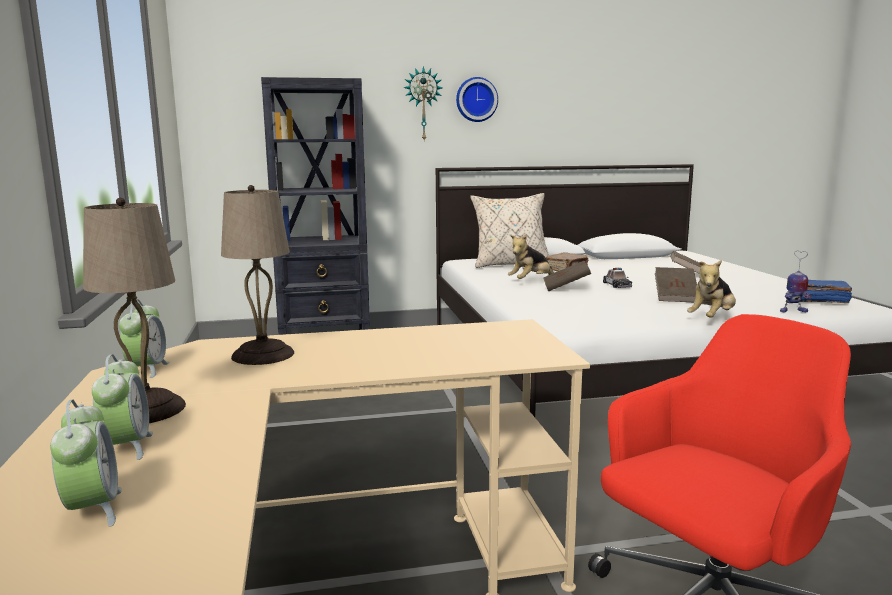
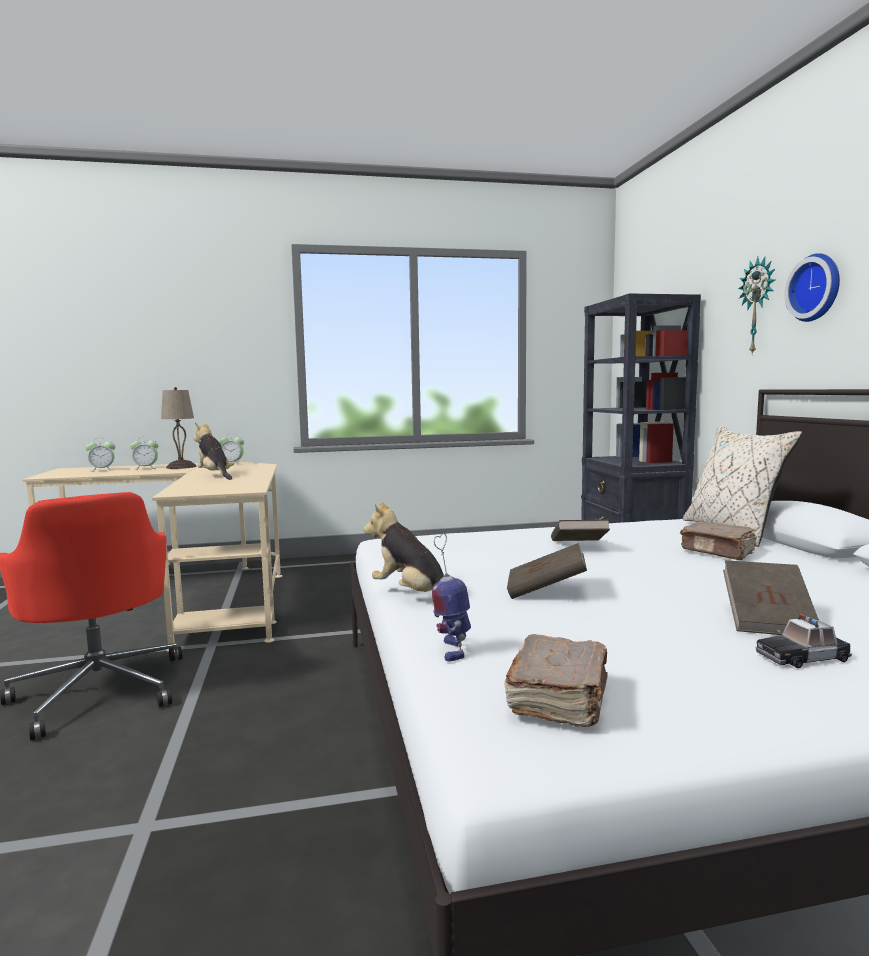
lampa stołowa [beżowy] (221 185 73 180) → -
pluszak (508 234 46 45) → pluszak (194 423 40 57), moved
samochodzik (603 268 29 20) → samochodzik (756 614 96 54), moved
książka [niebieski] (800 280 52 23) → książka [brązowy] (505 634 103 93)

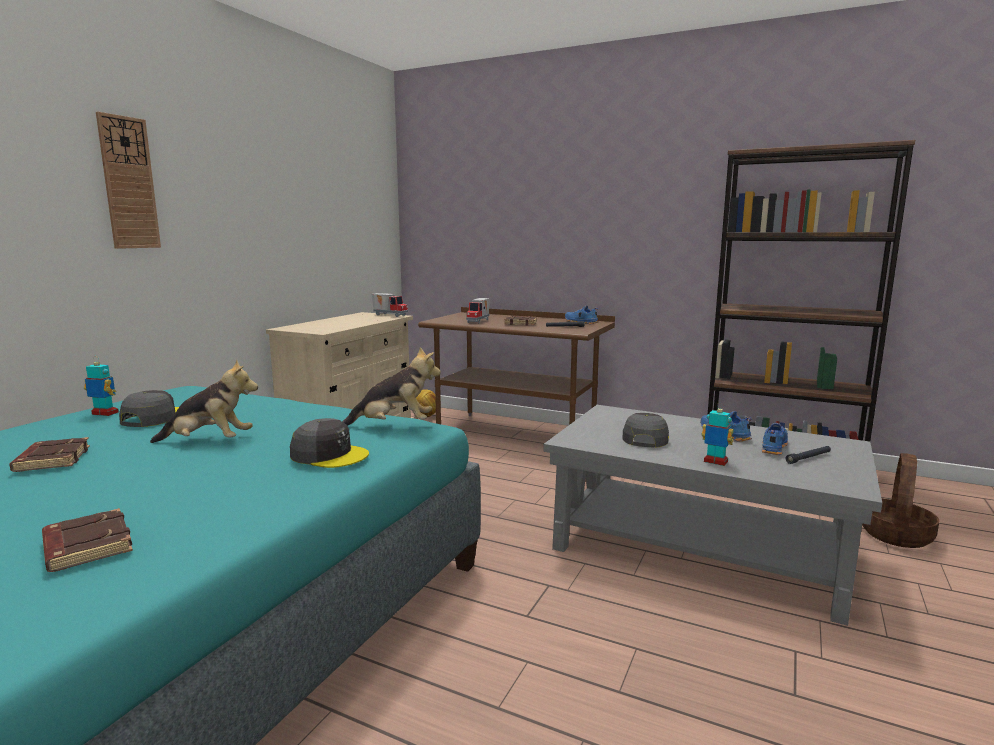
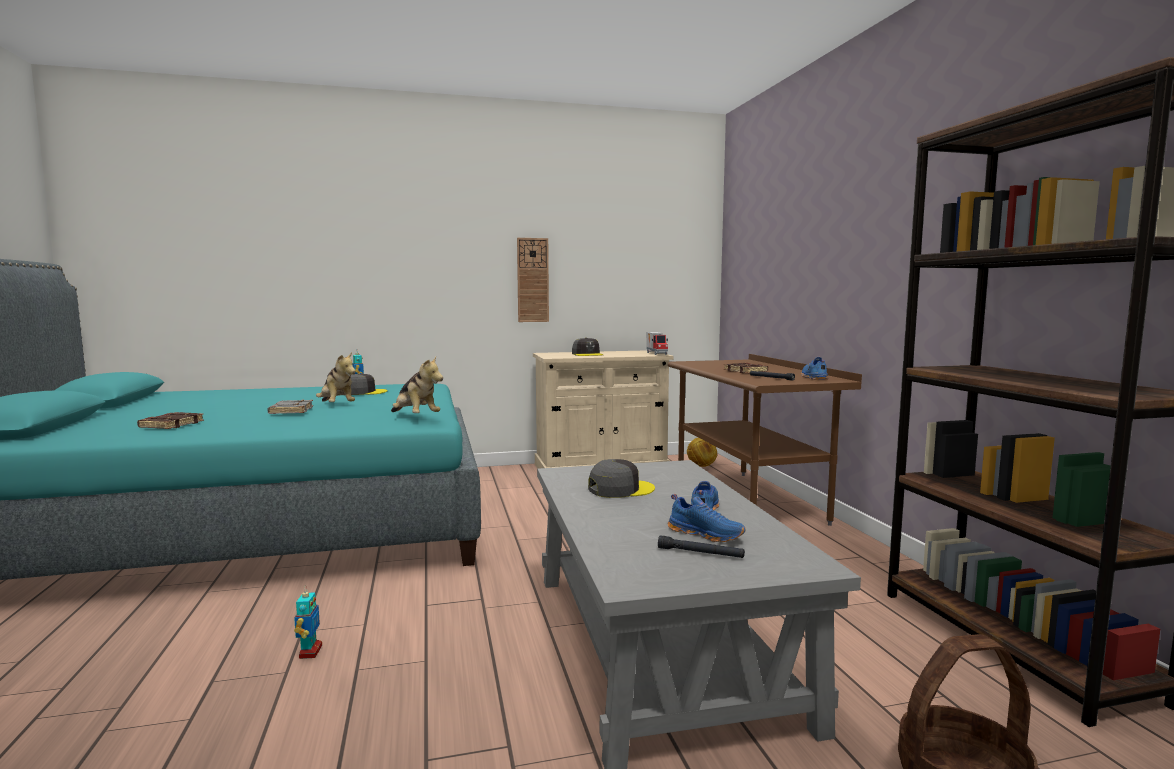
książka [brązowy] (9 437 81 35) → -
ciężarówka zabawkowa (466 298 23 26) → -
- → książka [szary] (268 399 45 15)
zegar ścienny (96 112 65 137) → zegar ścienny (517 238 32 84), moved
czapka z daszkiem [szary] (290 418 79 50) → czapka z daszkiem [szary] (572 337 31 19), moved
robot zabawkowy (702 404 32 62) → robot zabawkowy (294 587 28 72), moved
but [niebieski] (762 423 26 32) → but [niebieski] (668 494 77 48), 45 degrees clockwise

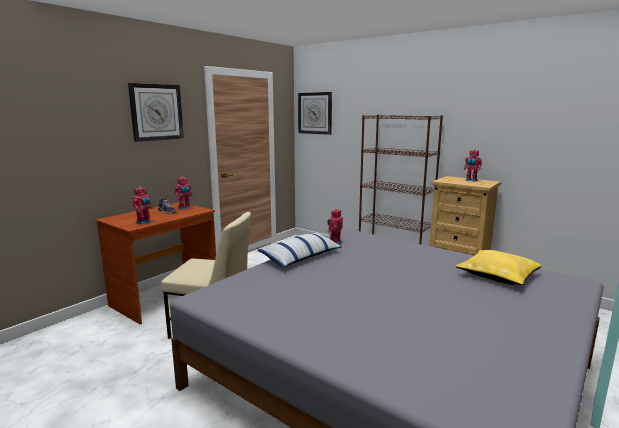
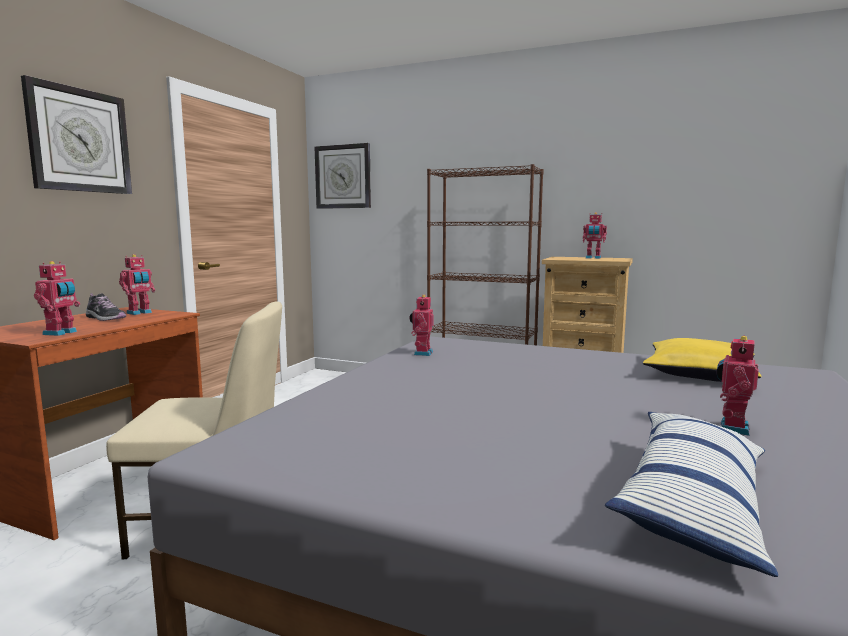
- → robot zabawkowy (716 335 43 101)
poduszka (257 232 84 35) → poduszka (605 412 173 165), moved

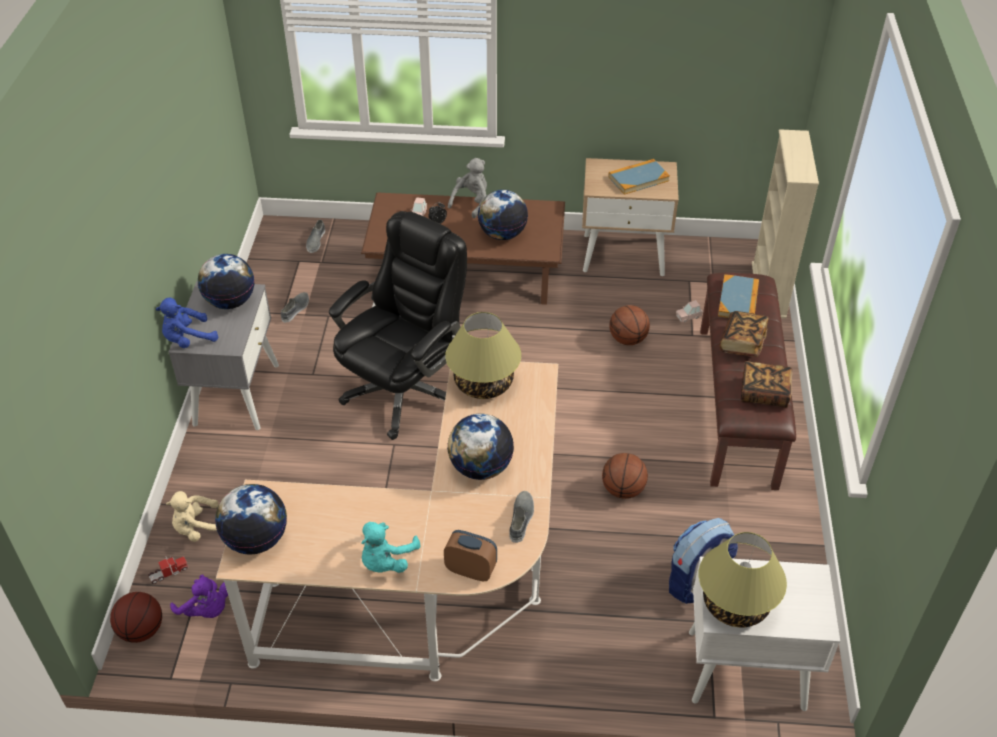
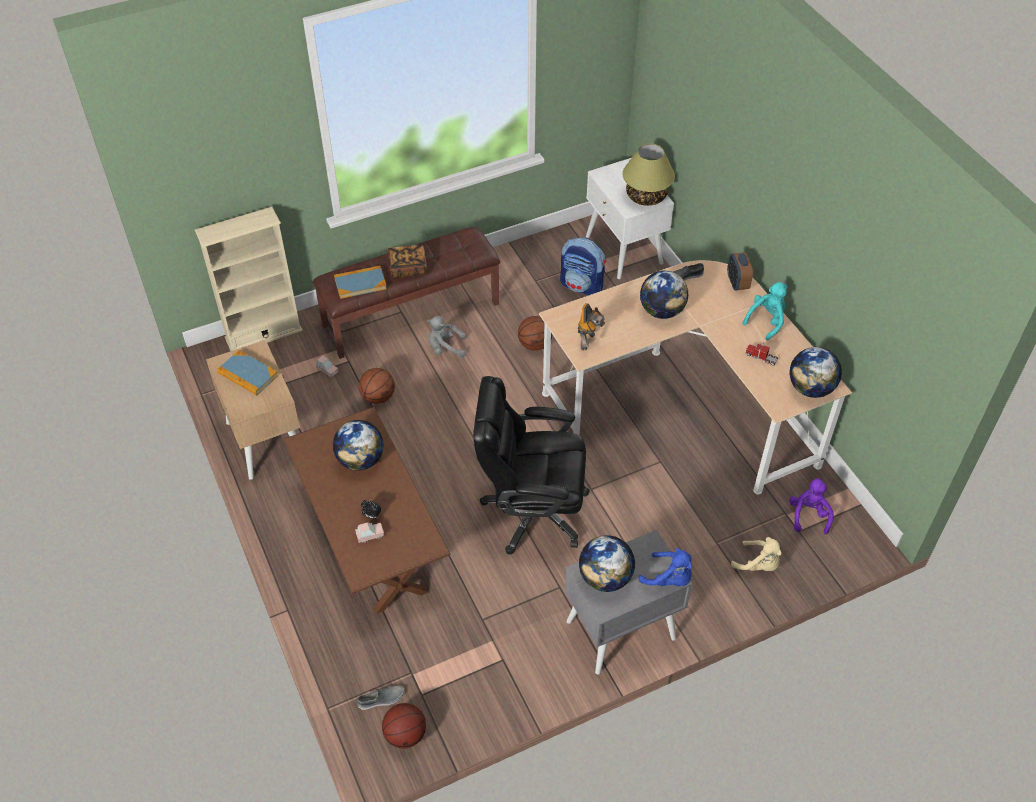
but [szary] (281 292 28 31) → -
książka (741 361 51 47) → -
piłka do koszykówki (110 592 52 51) → piłka do koszykówki (382 703 44 46), moved
ciężarówka zabawkowa (148 556 41 28) → ciężarówka zabawkowa (745 343 33 23), moved
pluszak [szary] (448 158 39 60) → pluszak [szary] (427 316 39 42), moved
lampa stołowa (445 312 76 87) → robot zabawkowy (577 303 28 47)
pluszak [turkusowy] (361 522 60 51) → pluszak [turkusowy] (742 282 46 58), 45 degrees counterclockwise

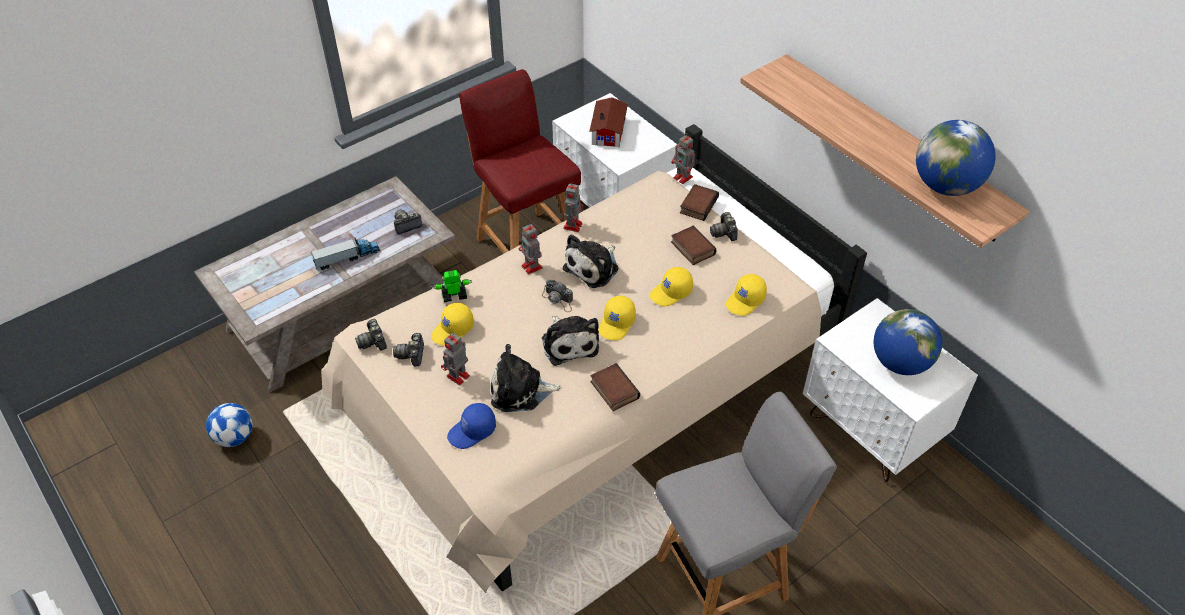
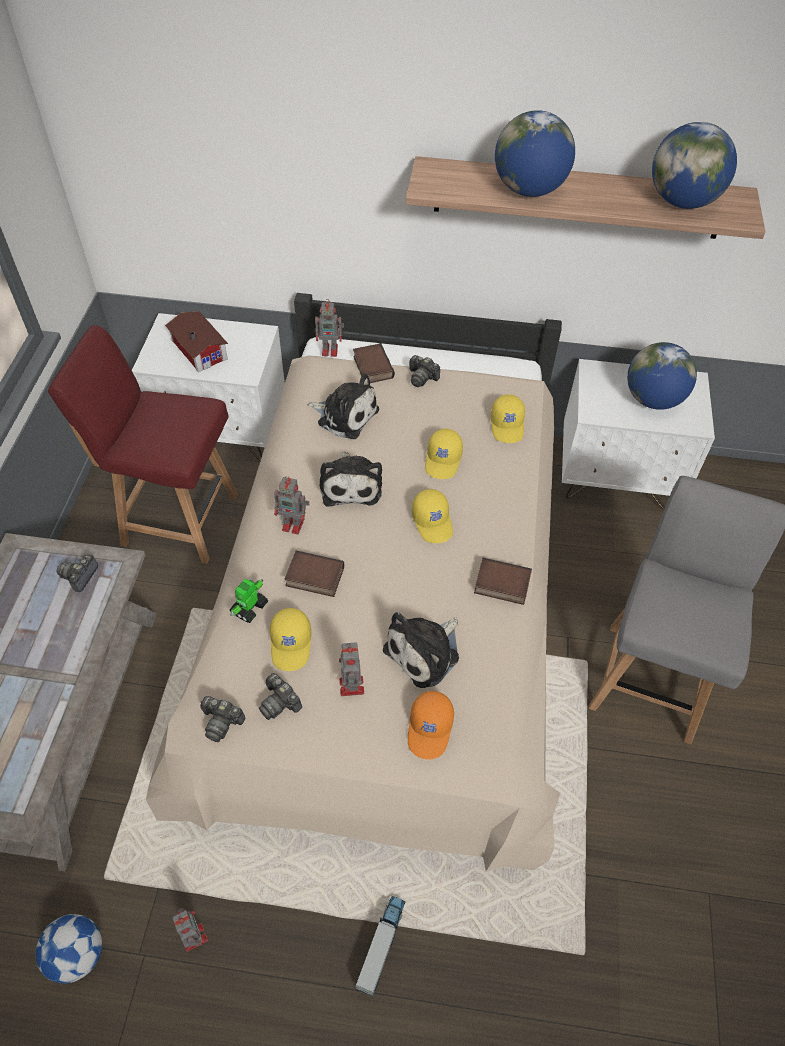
aparat fotograficzny (542 280 31 32) → -
- → globus (495 110 80 87)
ciężarówka zabawkowa (311 237 69 33) → ciężarówka zabawkowa (355 896 51 101), moved
pluszak (542 316 57 50) → pluszak (307 373 72 66), moved
robot zabawkowy (563 183 20 49) → robot zabawkowy (172 908 36 44), moved
książka (671 225 45 40) → książka (285 551 59 46), moved
czapka z daszkiem [niebieski] (447 403 49 46) → czapka z daszkiem [pomarańczowy] (408 691 46 69)

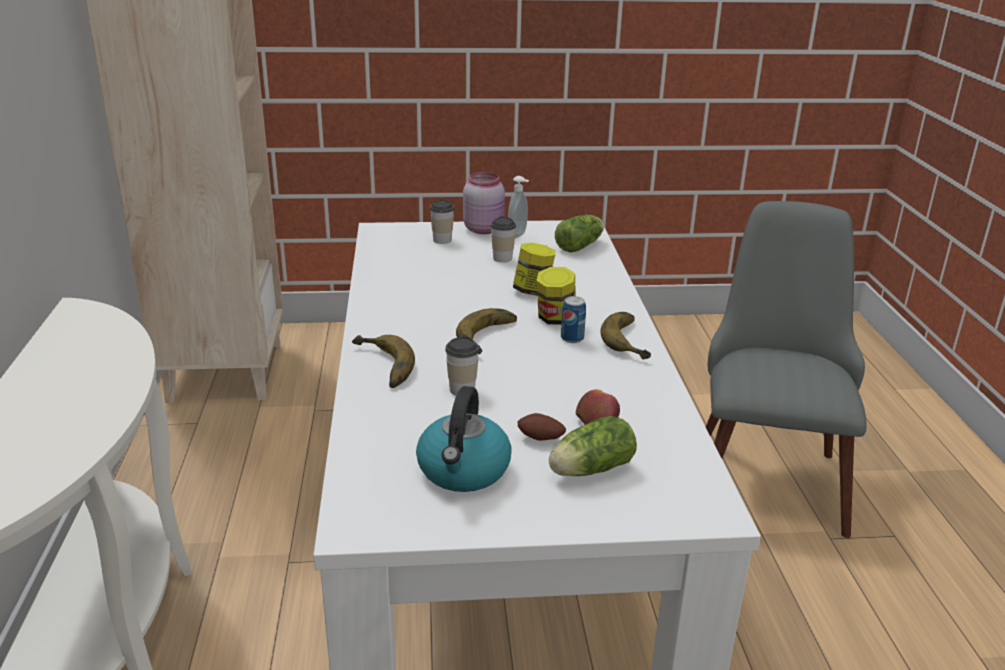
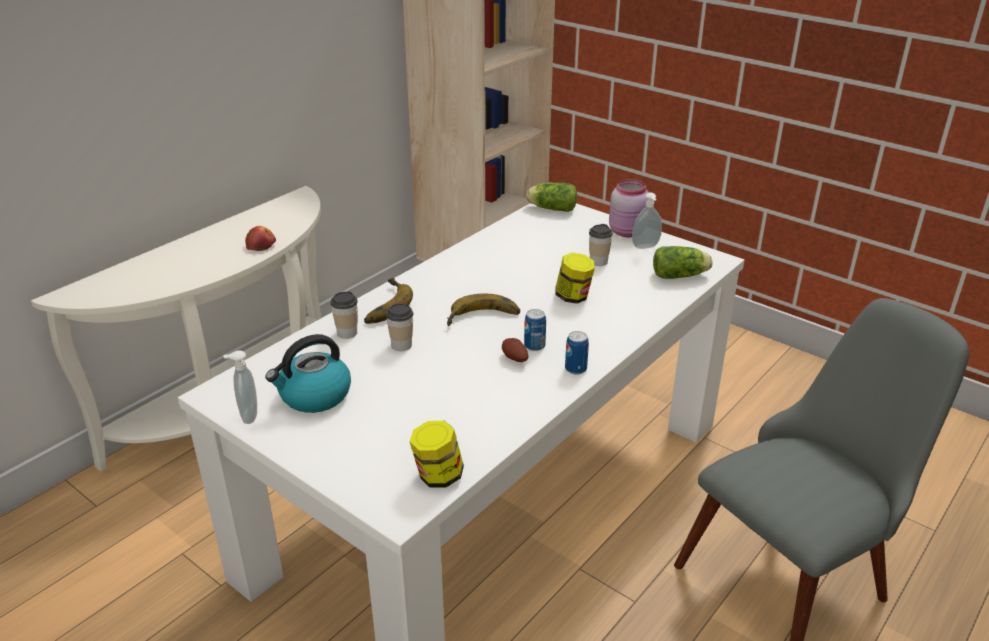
- → dozownik mydła (223 350 34 74)
filiżanka (430 200 24 44) → filiżanka (330 291 28 48), moved
ziemniak (517 413 49 27) → ziemniak (502 338 26 24), moved
słoik (536 267 40 58) → słoik (410 421 54 67), moved
sałata (549 416 88 60) → sałata (526 183 51 29), moved
jabłko (576 389 44 36) → jabłko (245 226 31 25), moved
banan (600 312 51 47) → puszka (565 331 24 44)

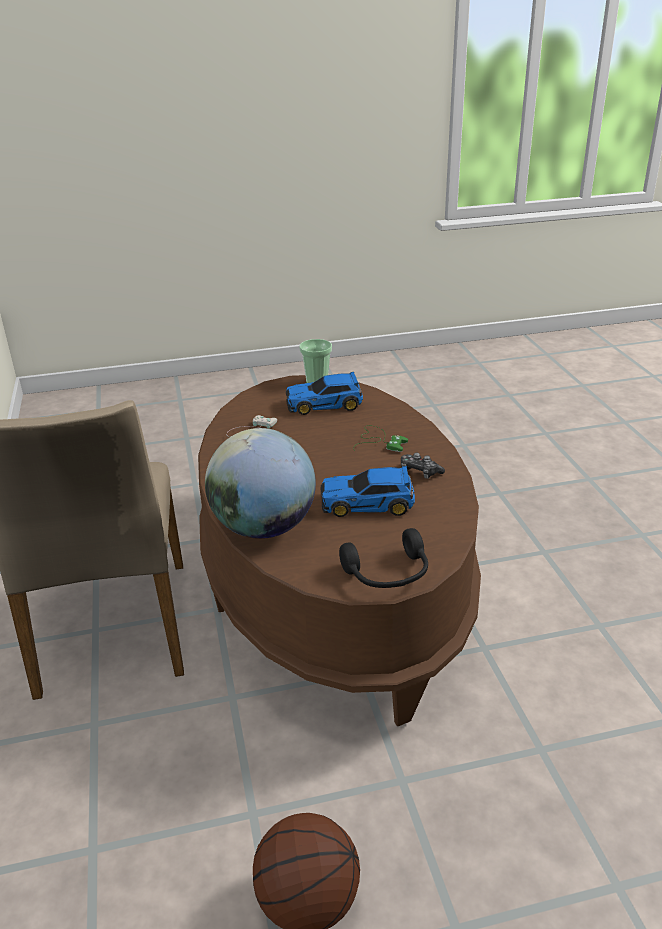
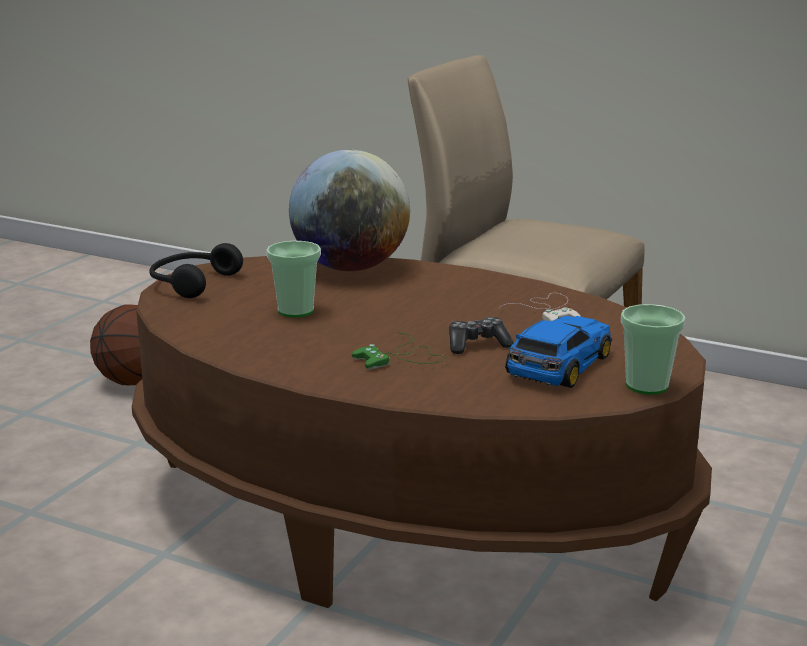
pad do gier (401 453 44 26) → pad do gier (449 317 64 37), moved
samochodzik (320 466 95 51) → filiżanka (266 241 55 76)

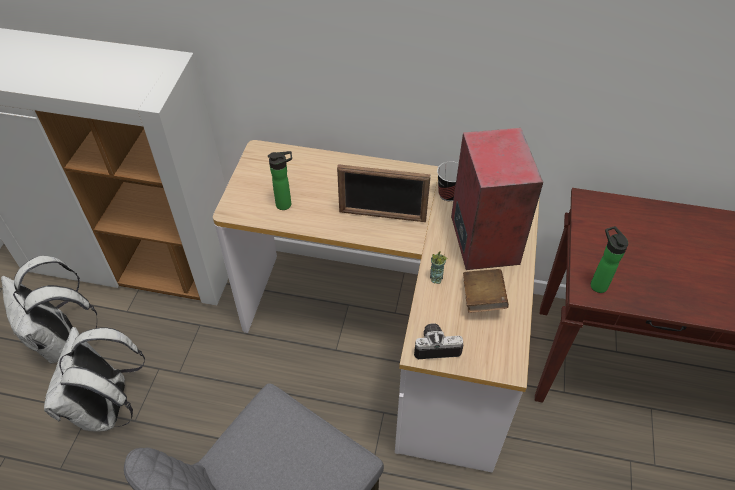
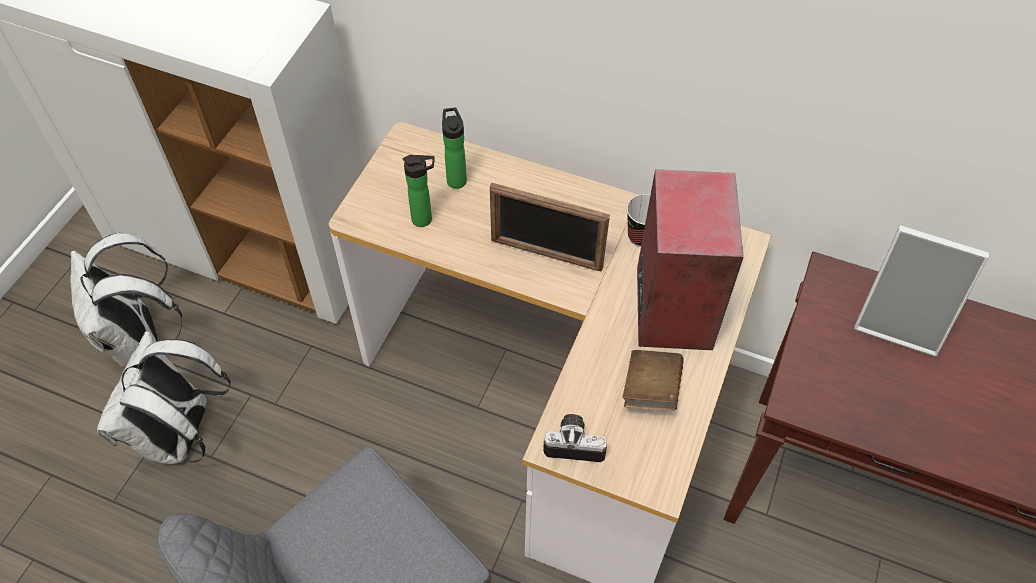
filiżanka (430 251 17 33) → -
- → ramka na zdjęcie (854 225 136 132)
butelka (590 226 38 67) → butelka (442 108 25 81), moved

